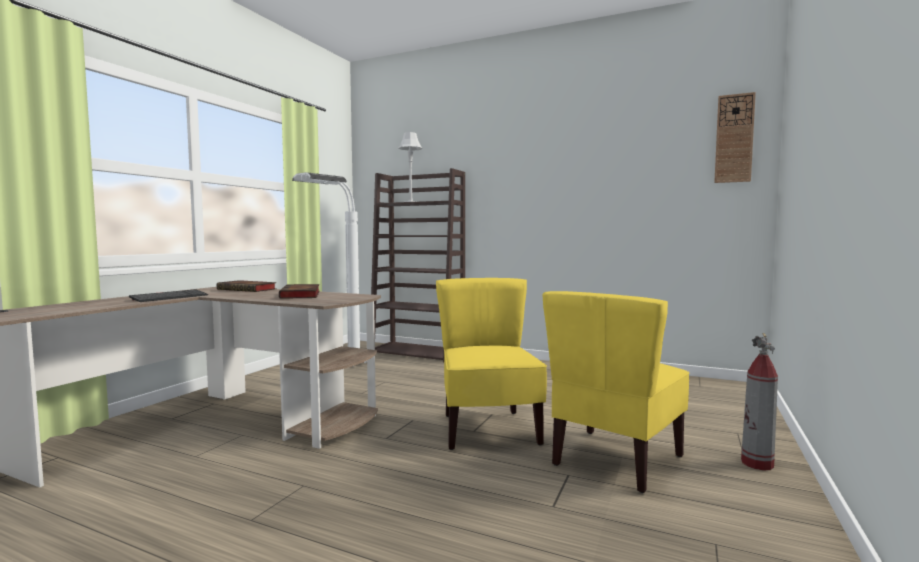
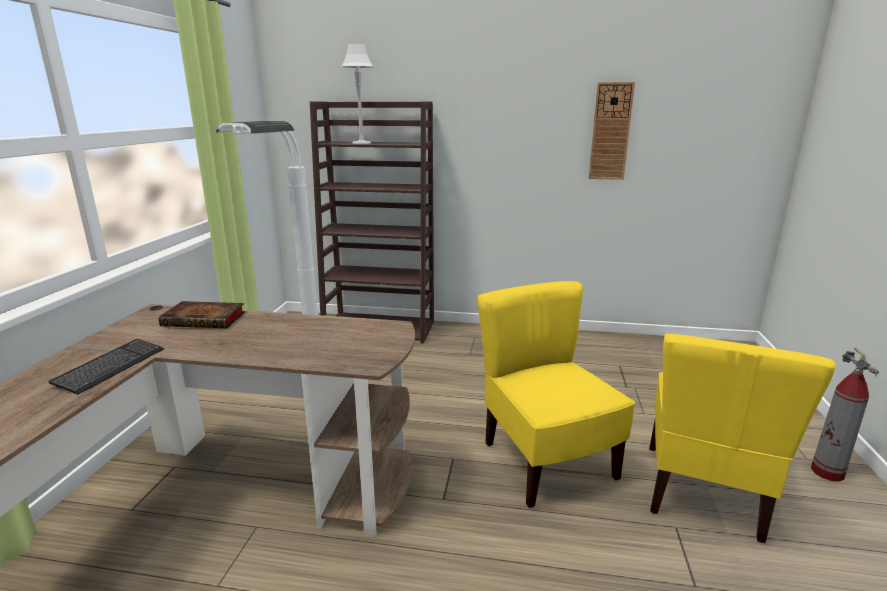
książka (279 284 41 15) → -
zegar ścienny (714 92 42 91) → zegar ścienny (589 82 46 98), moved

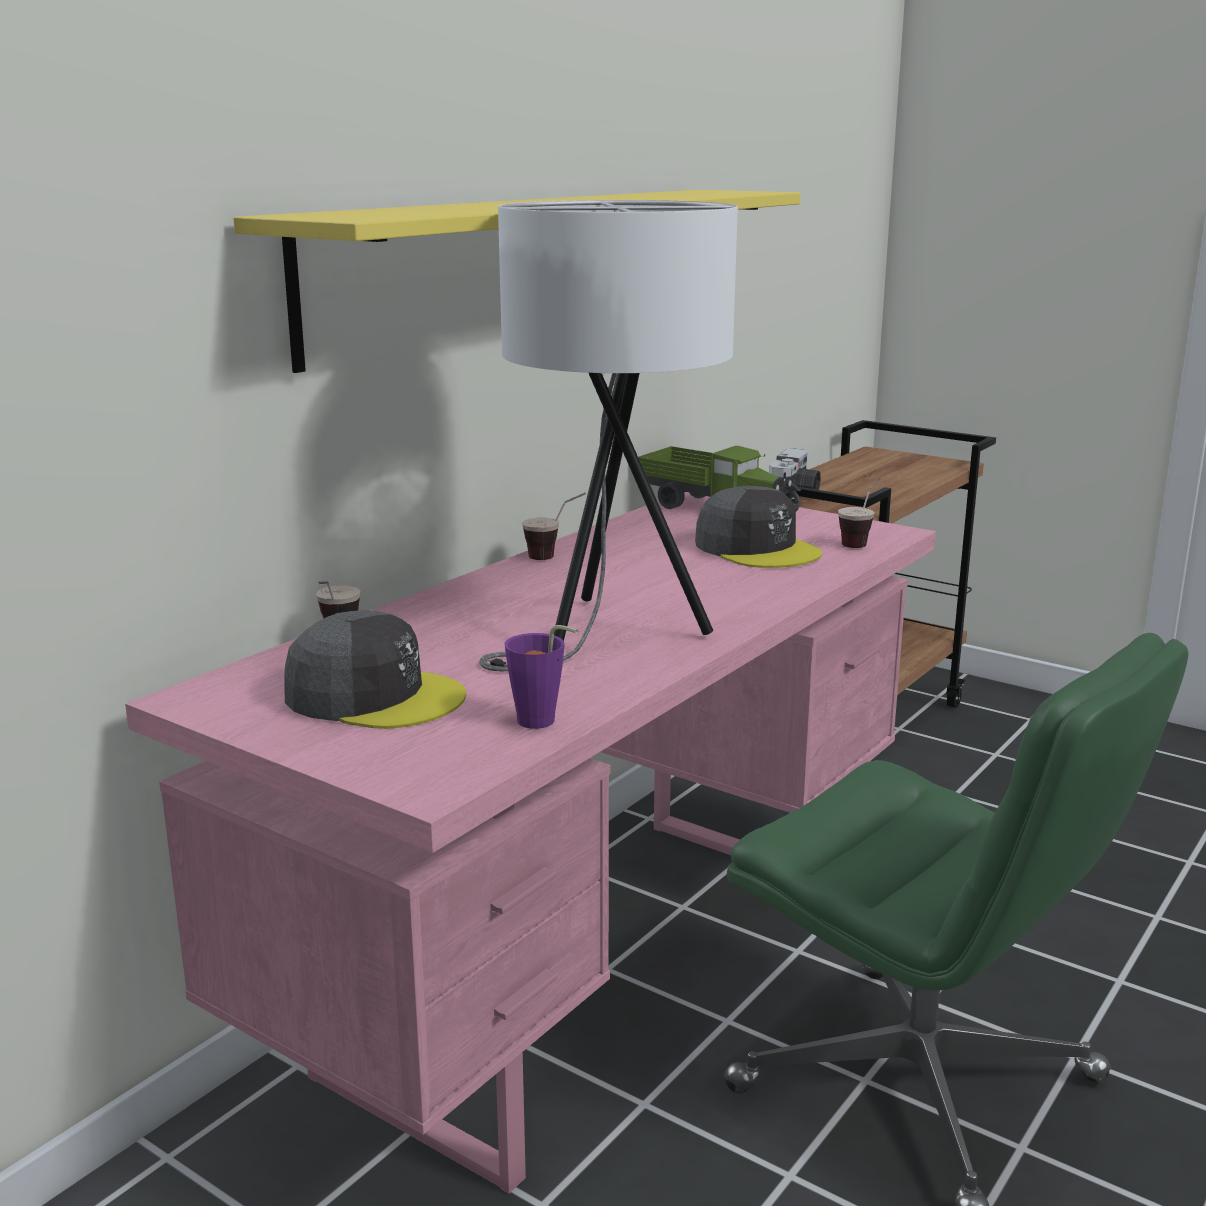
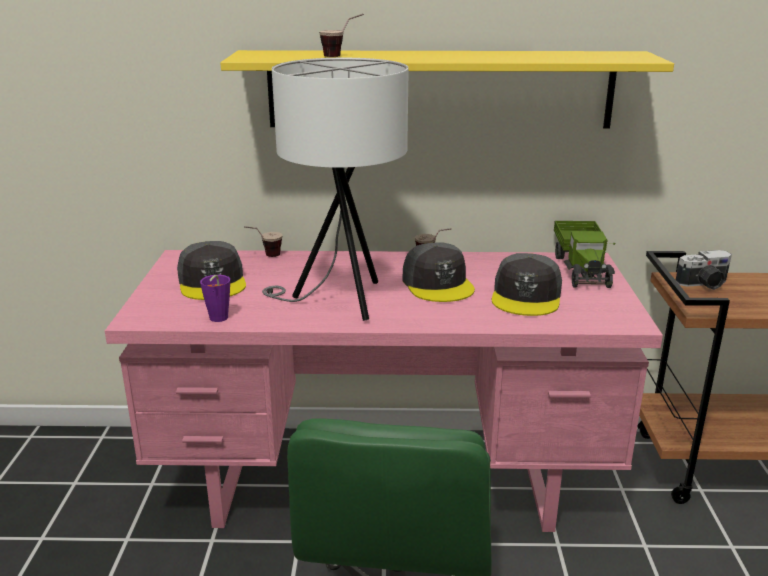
- → czapka z daszkiem [szary] (403 242 72 60)
filiżanka (838 478 43 70) → filiżanka (319 14 45 43), moved

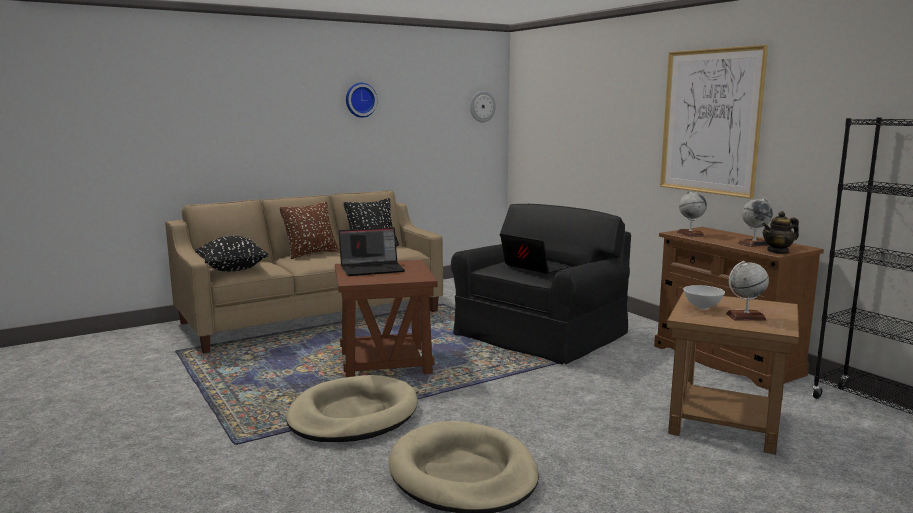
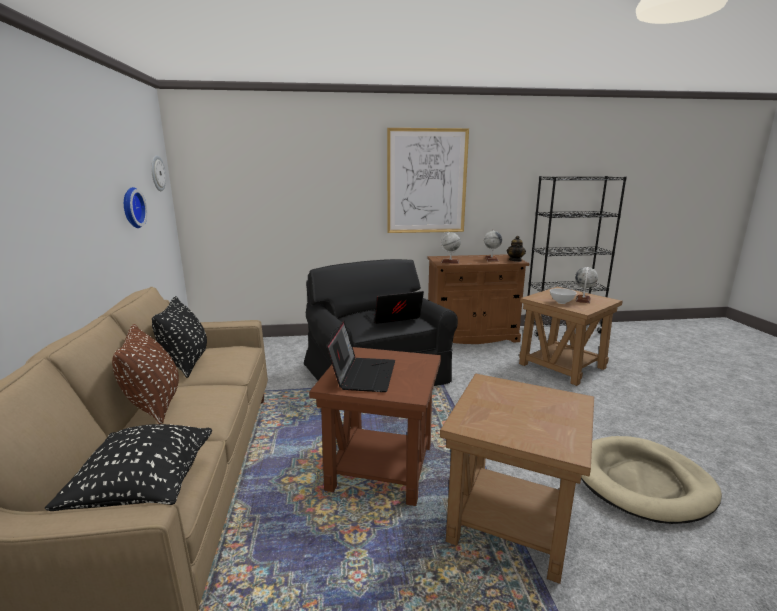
zegar ścienny (346 83 32 35) → zegar ścienny (124 187 23 41), moved
legowisko [beżowy] (286 375 132 67) → stolik [brązowy] (440 373 154 211)

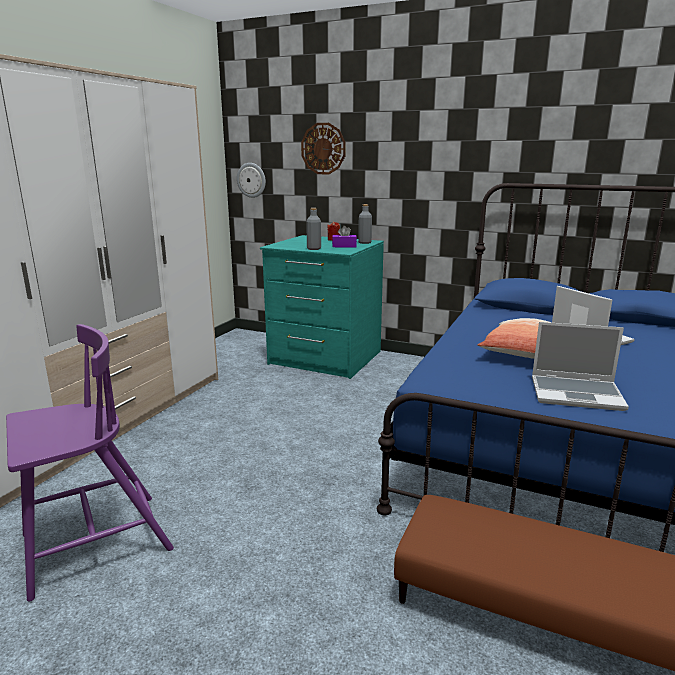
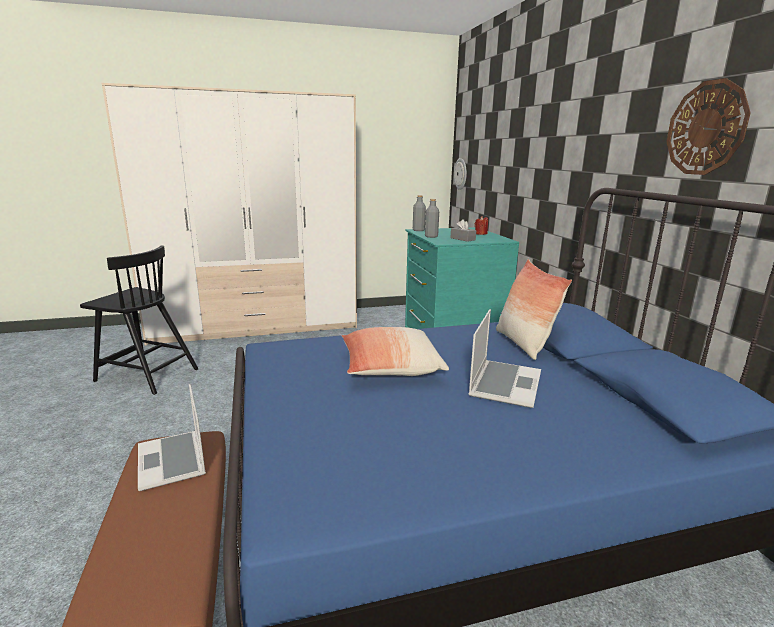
- → poduszka (496 259 76 101)
zegar ścienny (301 123 45 51) → zegar ścienny (666 78 85 97), moved
butelka [szary] (358 204 14 40) → butelka [szary] (413 195 13 36), moved
laptop (532 322 97 89) → laptop (138 384 68 107), moved
krzesło [fioletowy] (6 324 168 278) → krzesło [czarny] (80 245 118 150)
pudełko chusteczek [fioletowy] (332 226 25 21) → pudełko chusteczek [szary] (451 219 25 23)

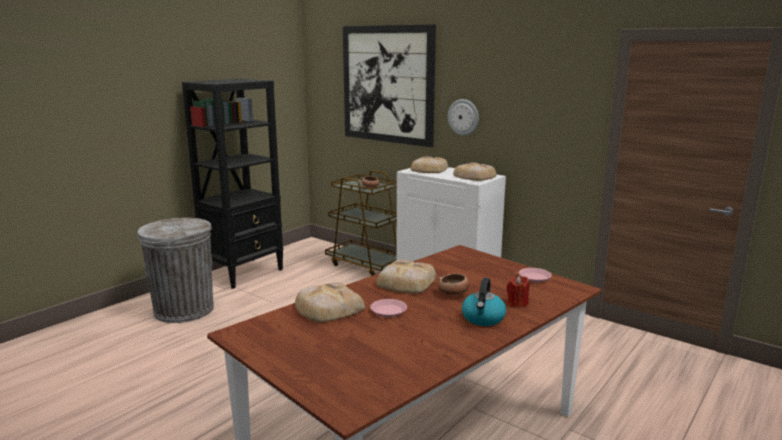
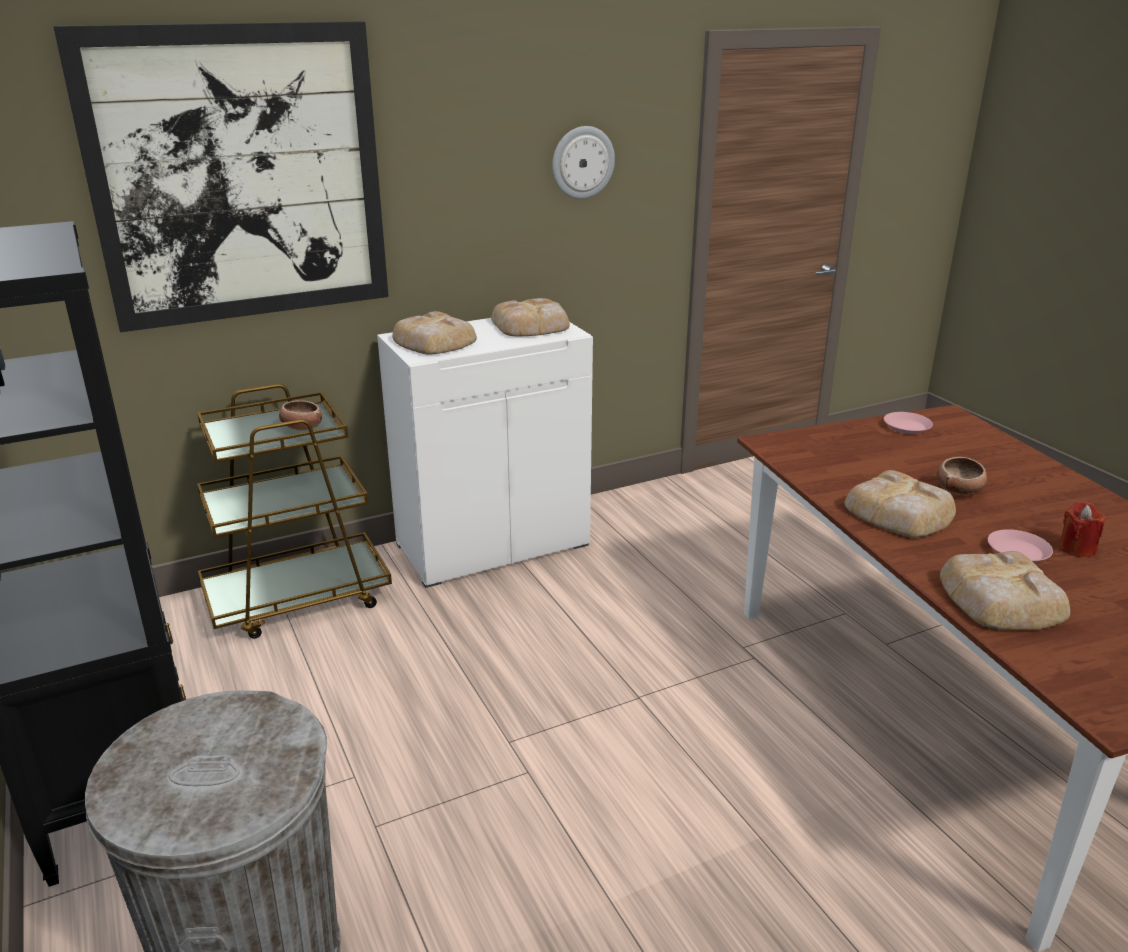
czajnik (462 278 44 48) → -
zegar ścienny (448 99 31 36) → zegar ścienny (552 126 63 73), moved
świeca [czerwony] (507 276 22 32) → świeca [czerwony] (1059 501 46 56), moved

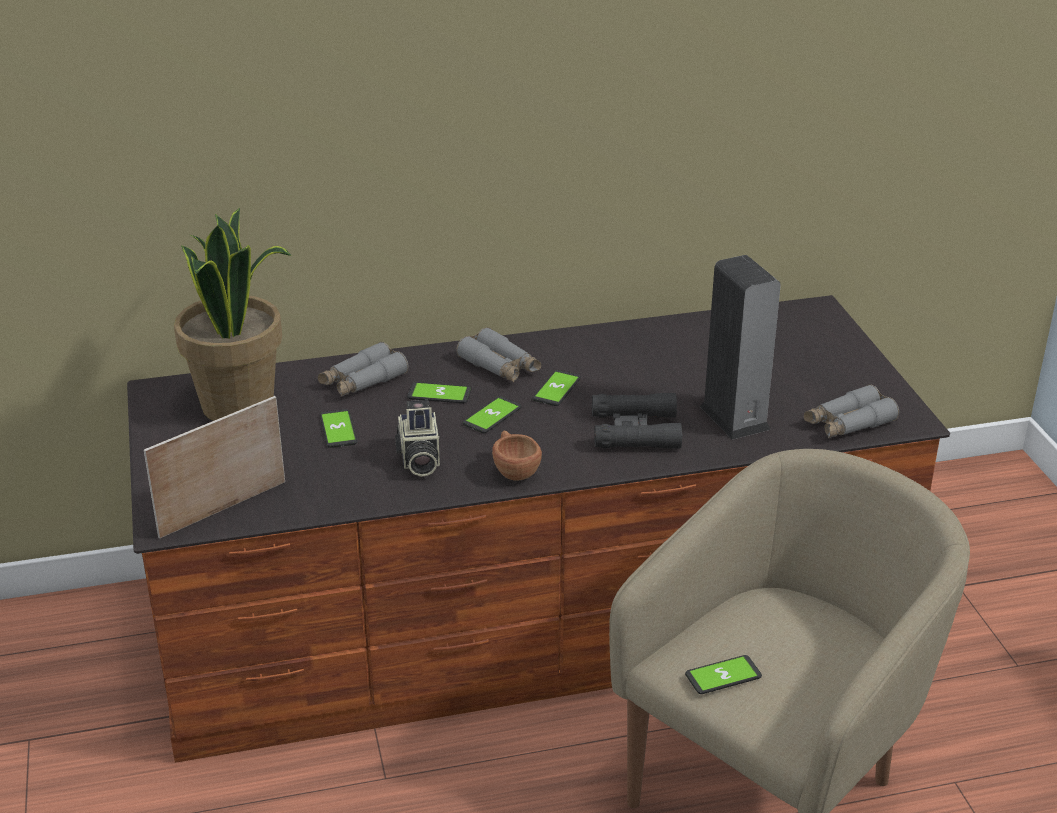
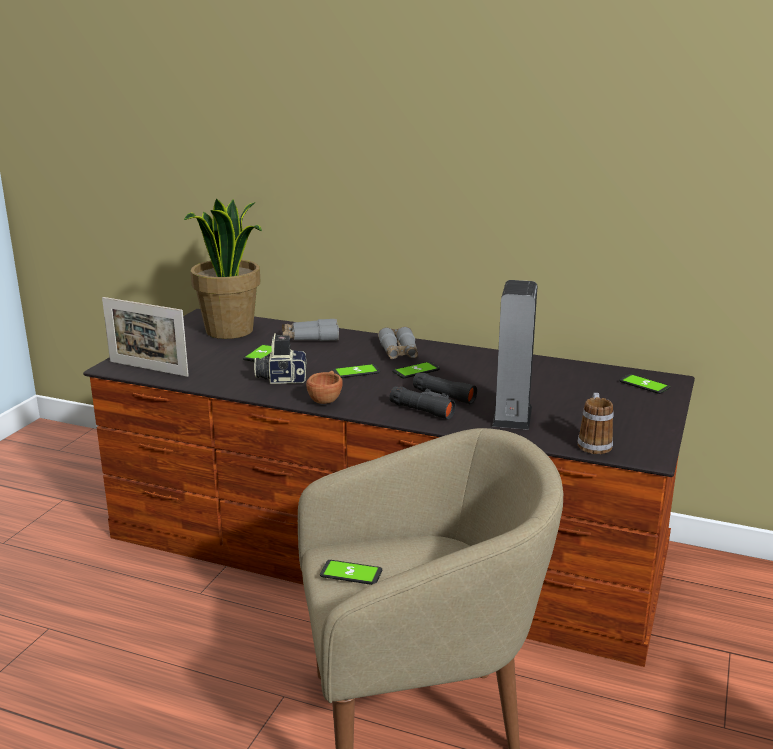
telefon (407 382 64 21) → telefon (619 374 51 20), moved
lornetka [szary] (804 384 95 54) → kubek (578 393 35 61)
ramka na zdjęcie (144 396 141 143) → ramka na zdjęcie (102 297 87 80), 150 degrees counterclockwise
aparat fotograficzny (395 400 45 77) → aparat fotograficzny (254 333 53 51), 60 degrees clockwise

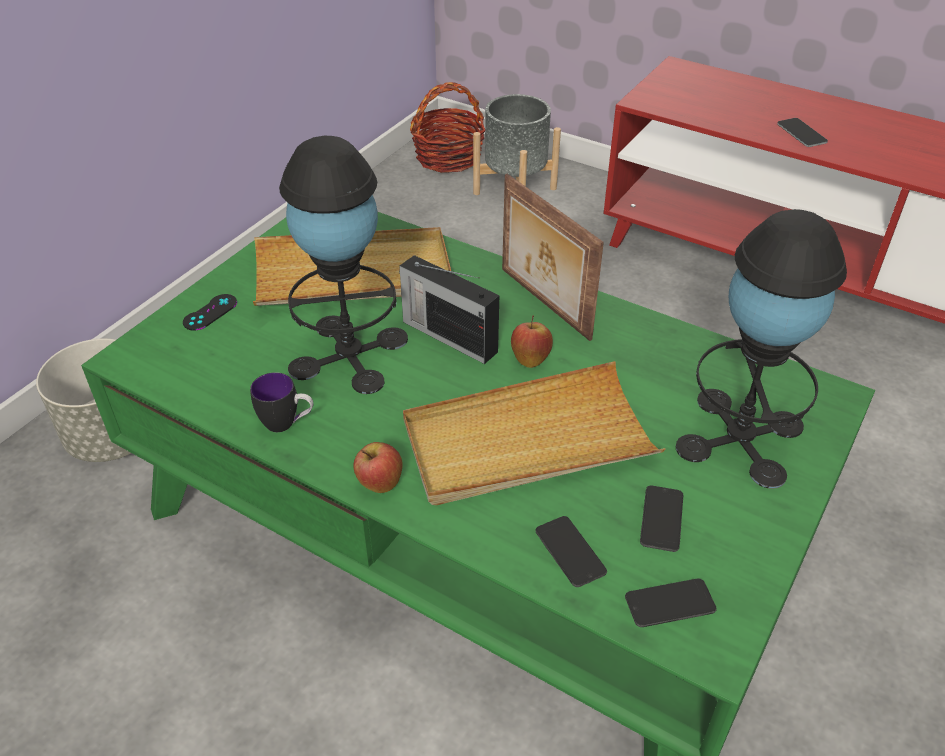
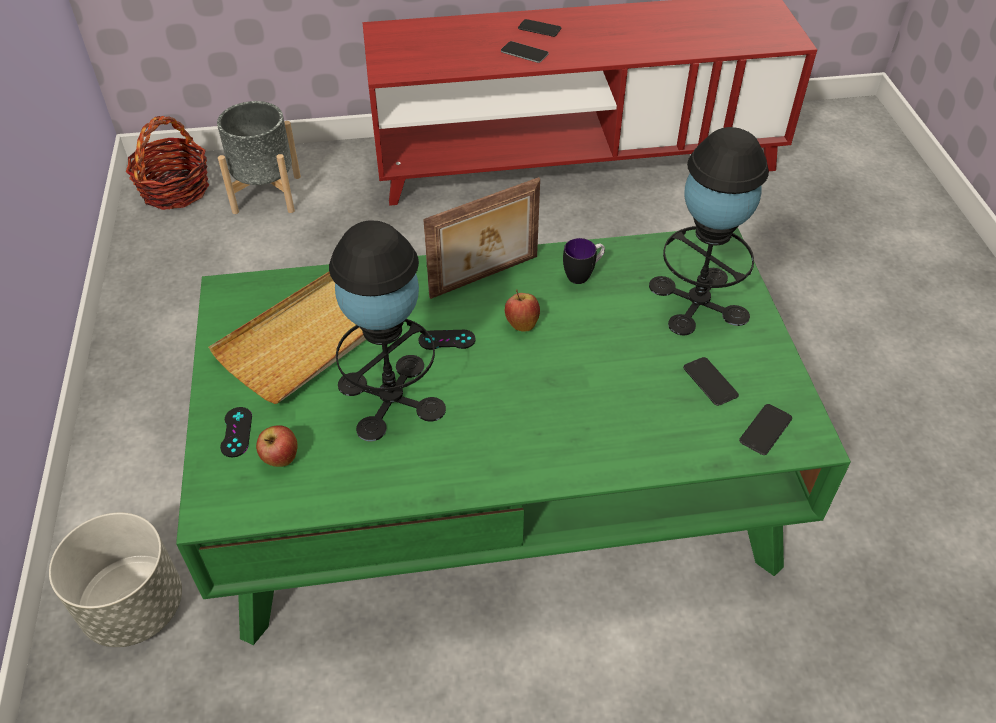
taca [beżowy] (403 361 263 144) → -
kubek (250 372 63 60) → kubek (563 238 42 46), moved
jabłko (353 442 50 51) → jabłko (256 425 42 42), moved
telefon (535 516 72 71) → telefon (518 19 43 18), moved
radio (399 255 100 109) → pad do gier [czarny] (418 330 58 20)
ramka na zdjęcie (502 174 102 167) → ramka na zdjęcie (423 177 117 122), 45 degrees counterclockwise

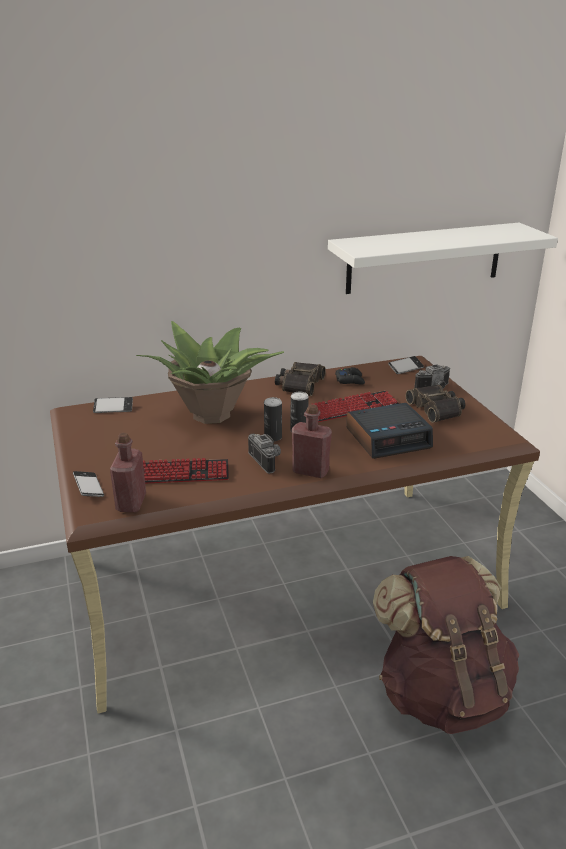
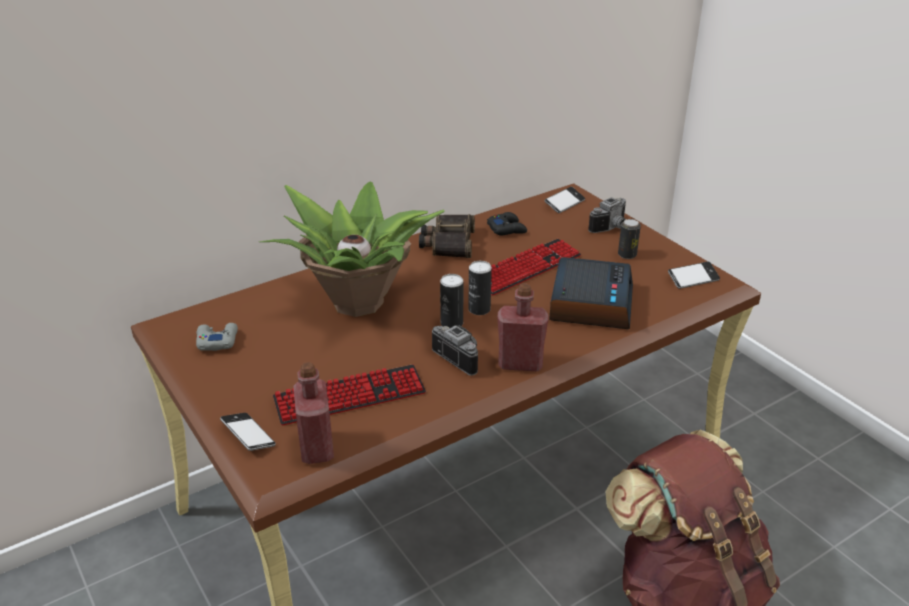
półka [biały] (328 223 230 71) → -
- → pad do gier [szary] (196 323 42 28)
telefon (93 397 40 16) → telefon (668 261 52 28), moved
lornetka (405 385 60 38) → puszka (618 219 23 40)
budzik (347 403 86 56) → budzik (549 257 84 72), 45 degrees counterclockwise

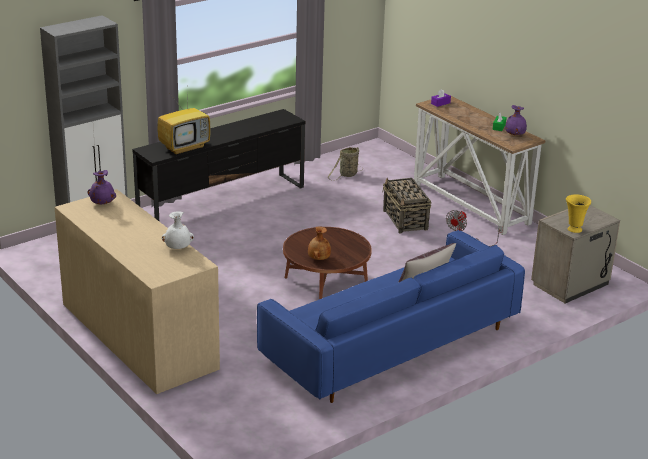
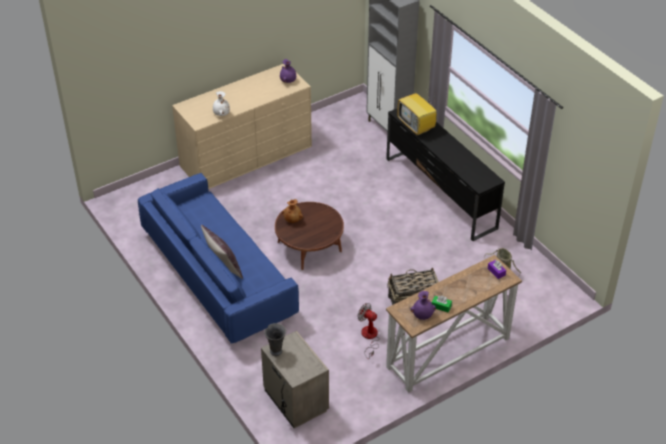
wazon [żółty] (566 194 25 39) → wazon [szary] (264 323 22 33)

